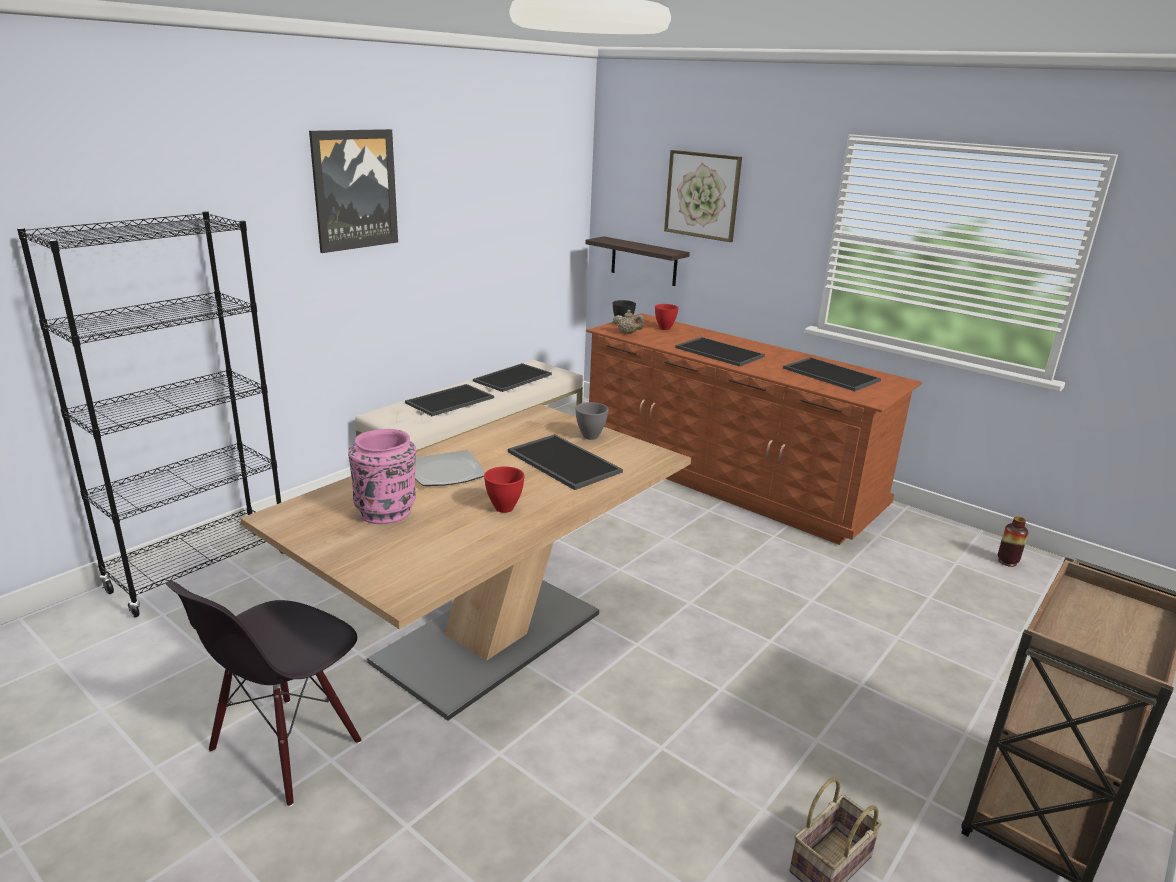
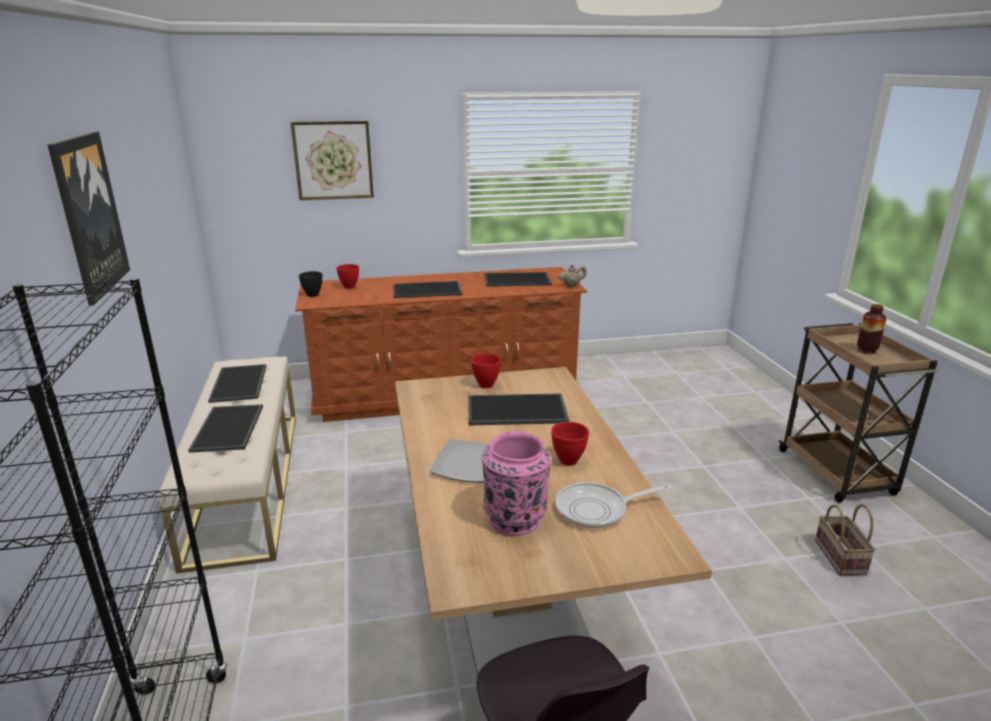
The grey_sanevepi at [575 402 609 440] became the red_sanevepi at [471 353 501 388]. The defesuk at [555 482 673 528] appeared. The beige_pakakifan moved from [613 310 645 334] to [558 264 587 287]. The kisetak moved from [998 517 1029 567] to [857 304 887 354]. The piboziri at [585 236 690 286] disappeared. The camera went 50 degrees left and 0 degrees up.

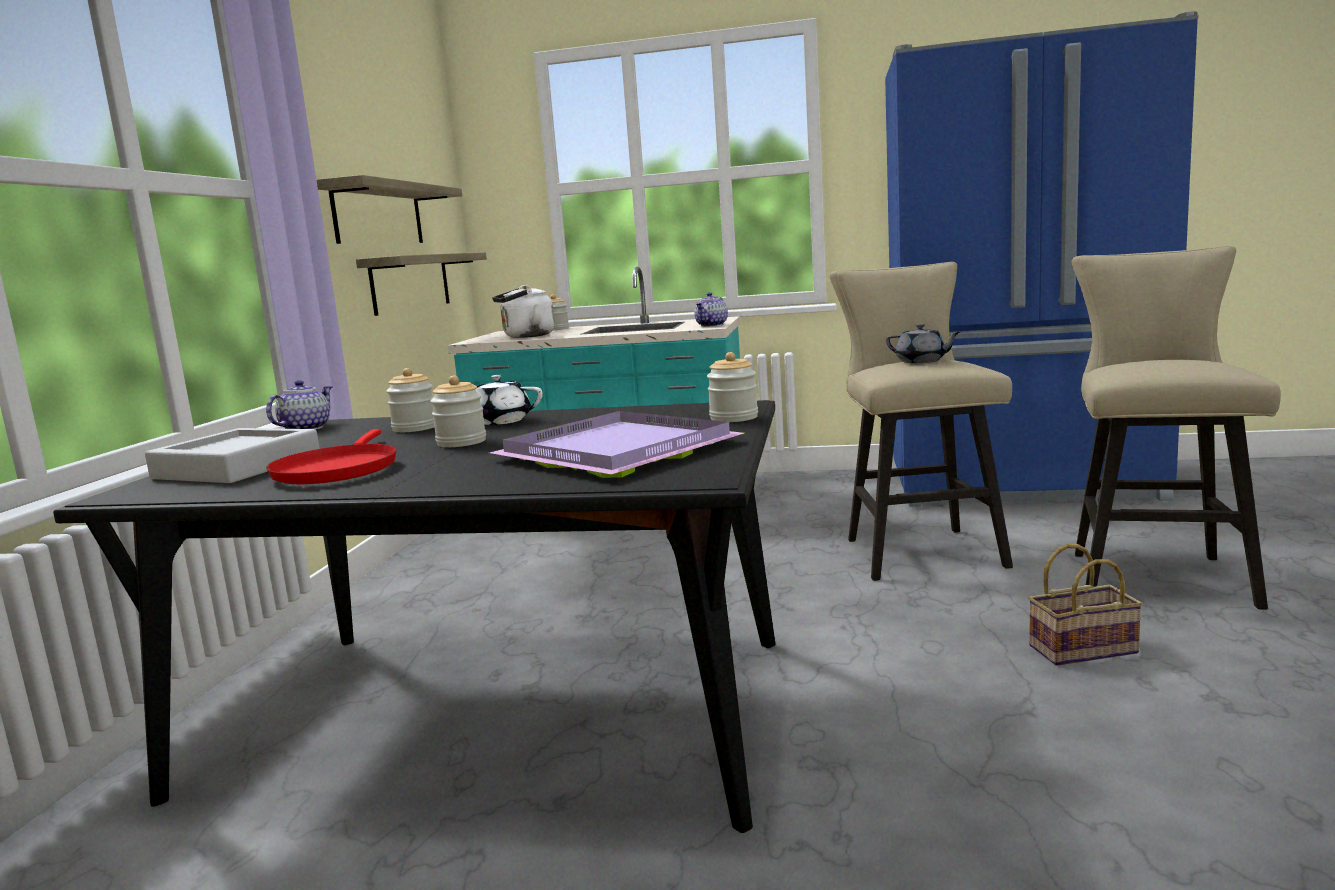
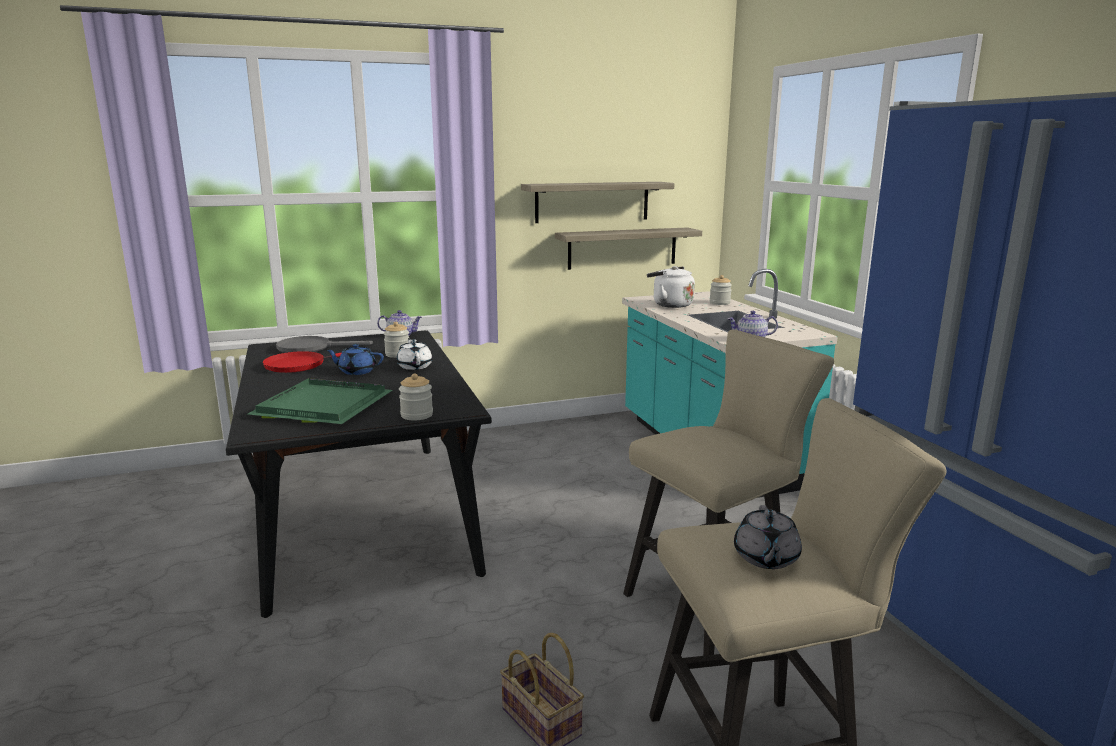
The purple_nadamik at [490 411 744 478] became the green_nadamik at [248 378 392 424]. The grey_nadamik at [145 428 320 483] was replaced by the grey_defesuk at [276 336 373 353]. The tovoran at [430 376 486 447] was replaced by the blue_pakakifan at [326 344 384 375]. The grey_pakakifan moved from [886 324 960 363] to [734 505 802 569]. The camera went 60 degrees right and 5 degrees up.

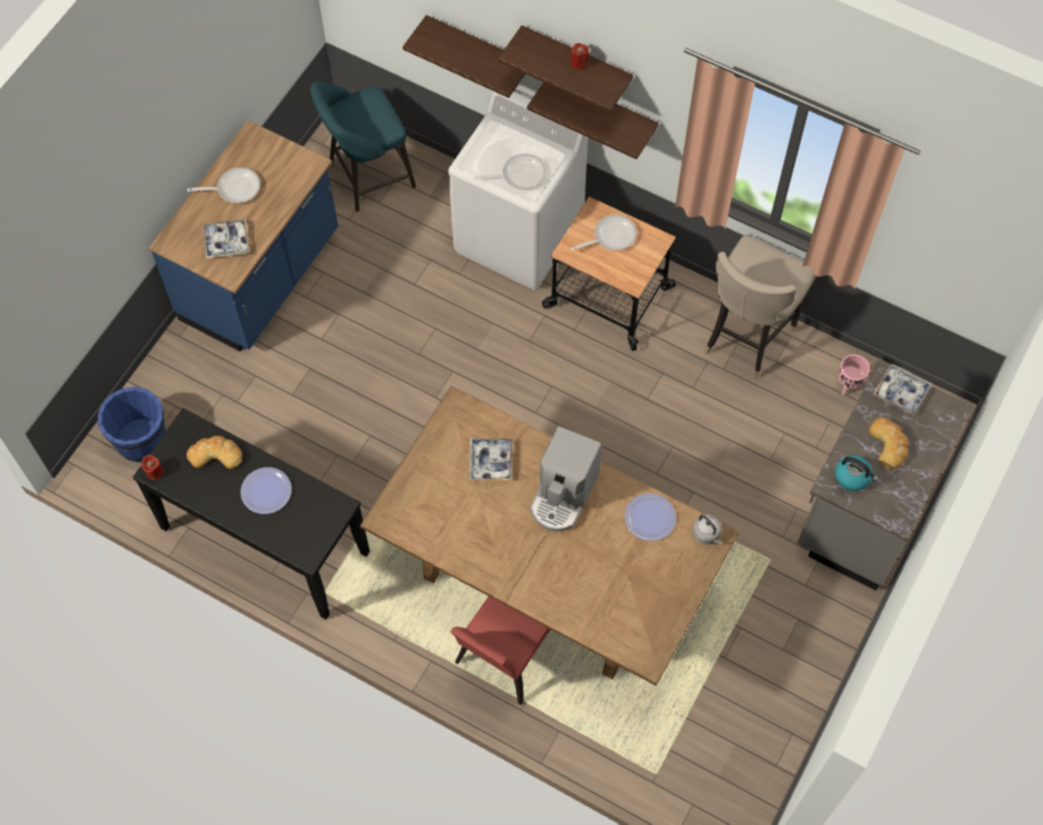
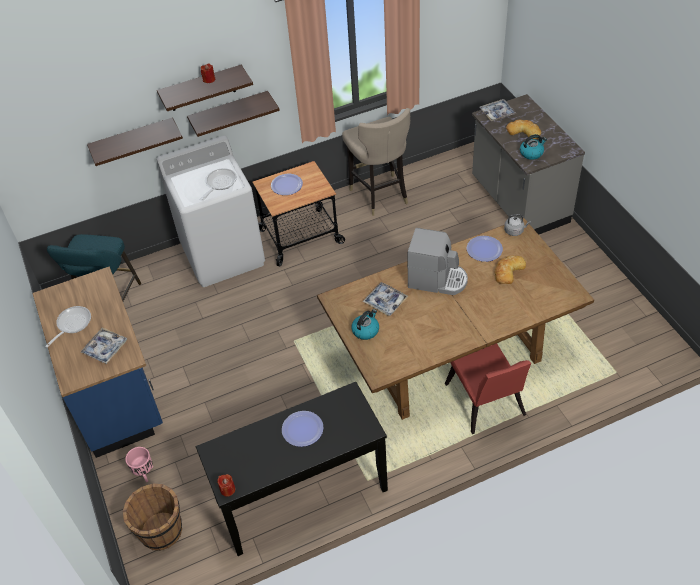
The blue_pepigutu at [98 387 166 462] became the brown_pepigutu at [123 484 182 551]. The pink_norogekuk moved from [838 355 870 395] to [125 447 153 482]. The defesuk at [571 215 637 251] was replaced by the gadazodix at [271 174 303 195]. The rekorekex at [351 309 379 340] appeared. The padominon at [530 426 602 532] turned 45 degrees counterclockwise. The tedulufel moved from [186 436 242 469] to [495 256 526 284]. The camera went 50 degrees left and 15 degrees down.

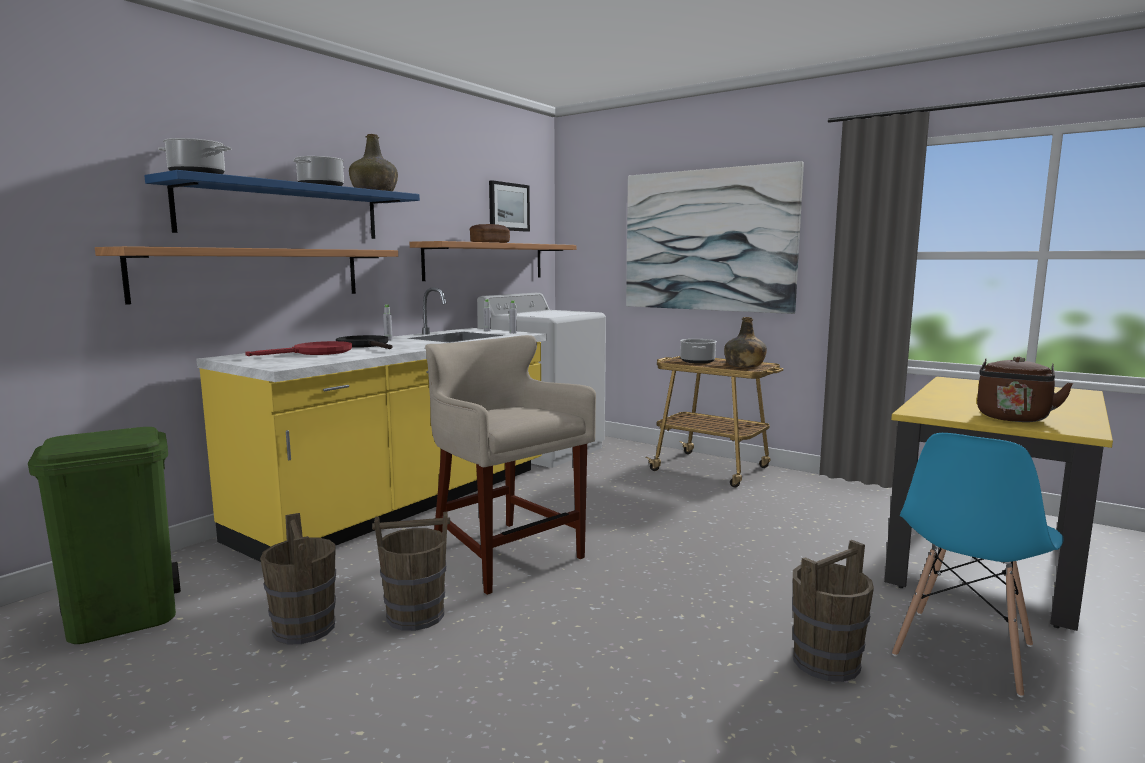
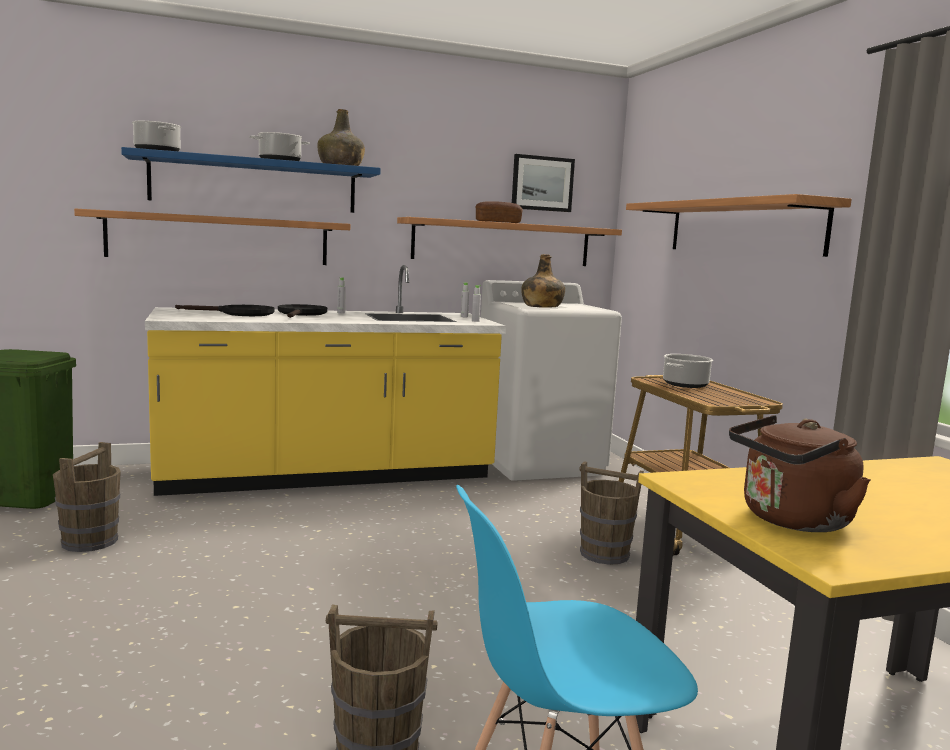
The red_defesuk at [245 341 352 356] became the black_defesuk at [175 305 274 316]. The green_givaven moved from [724 317 767 367] to [521 254 565 308]. The brown_pepigutu moved from [372 512 450 631] to [579 461 644 565]. The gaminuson at [626 161 804 314] was replaced by the piboziri at [626 194 852 257]. The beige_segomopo at [425 335 596 595] disappeared. The camera went 35 degrees right and 0 degrees up.

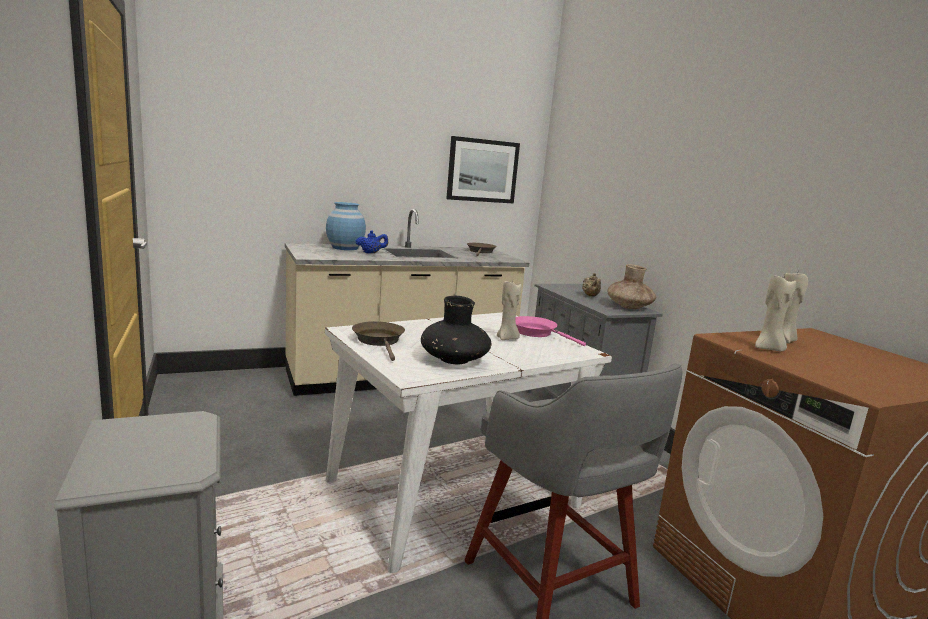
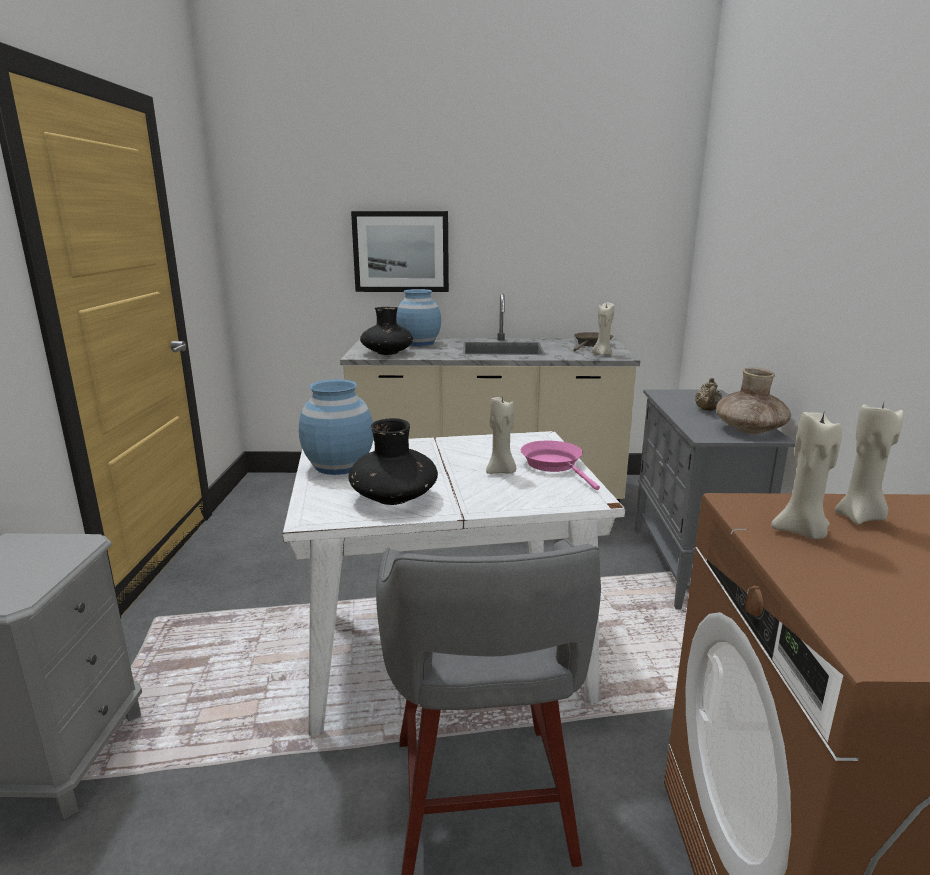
The brown_defesuk at [352 321 405 361] was replaced by the blue_kisetak at [299 379 374 475]. The gaminuson moved from [446 136 520 204] to [351 211 449 292]. The black_kisetak at [360 307 413 355] appeared. The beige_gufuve at [592 302 614 355] appeared. The blue_pakakifan at [356 230 388 254] disappeared. The camera went 25 degrees right and 5 degrees up.

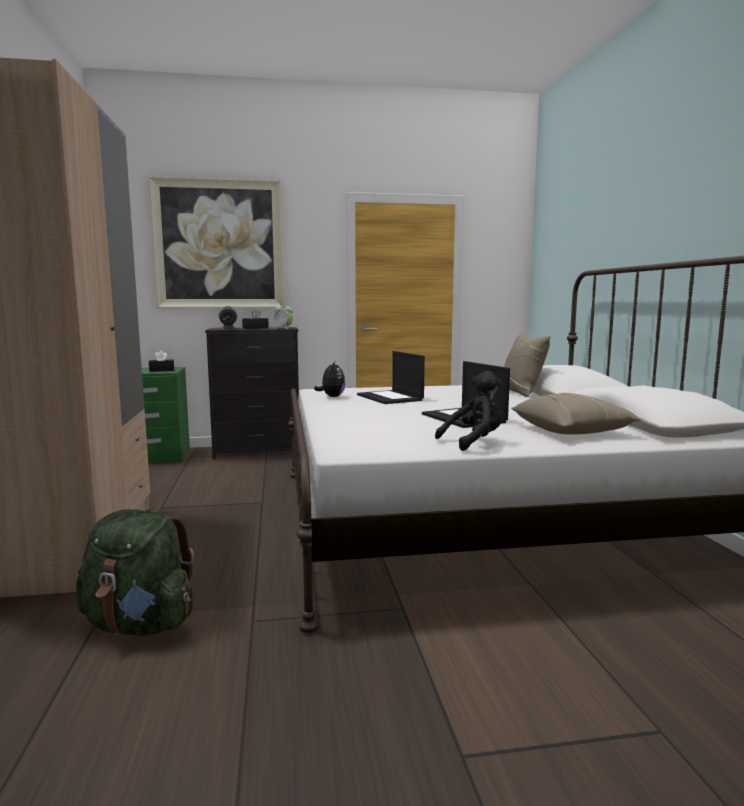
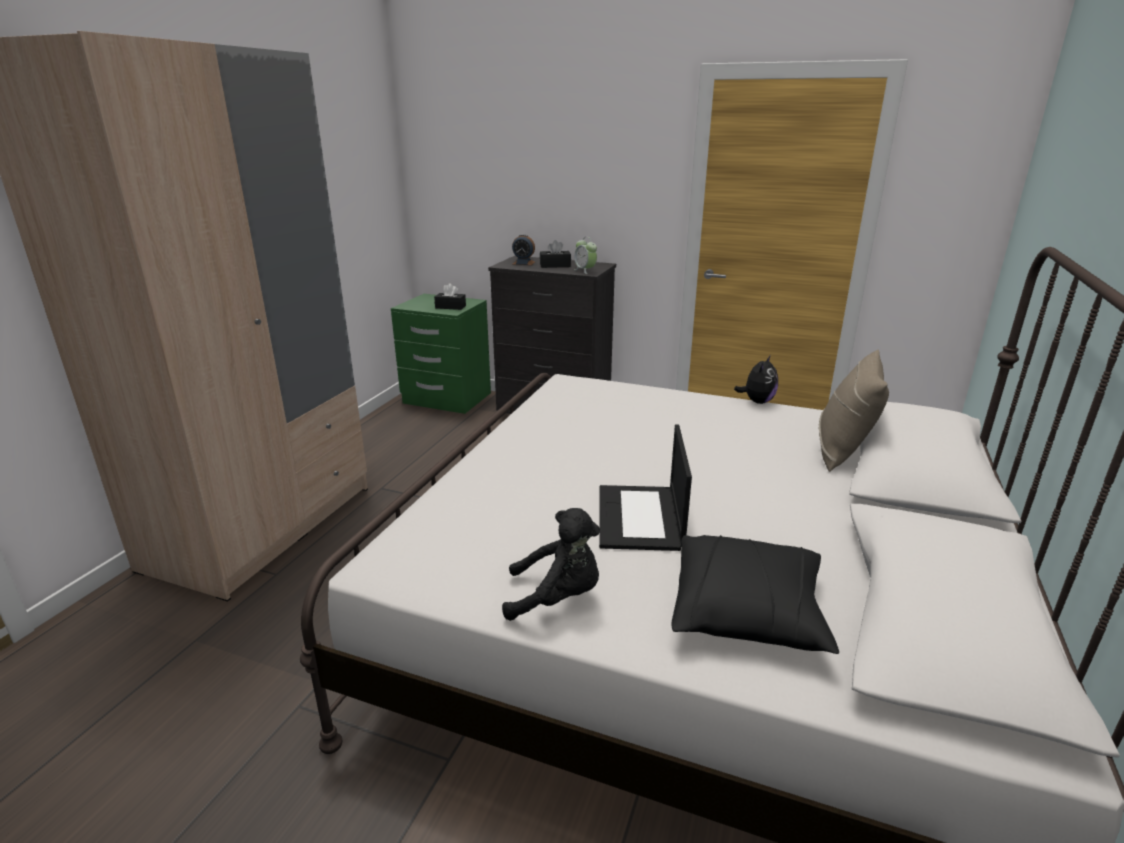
The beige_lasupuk at [511 393 641 434] became the black_lasupuk at [672 535 839 654]. The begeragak moved from [314 362 345 397] to [734 355 778 404]. The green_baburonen at [76 509 194 636] disappeared. The gaminuson at [148 176 284 308] disappeared. The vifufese at [357 351 425 404] disappeared. The camera went 30 degrees right and 15 degrees up.

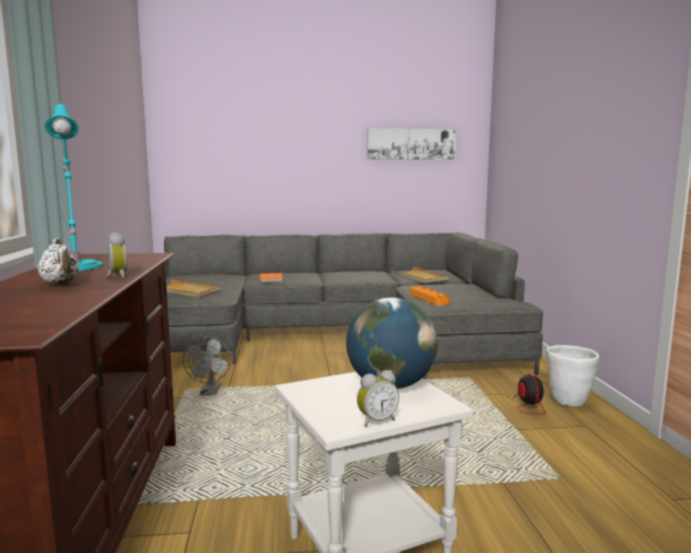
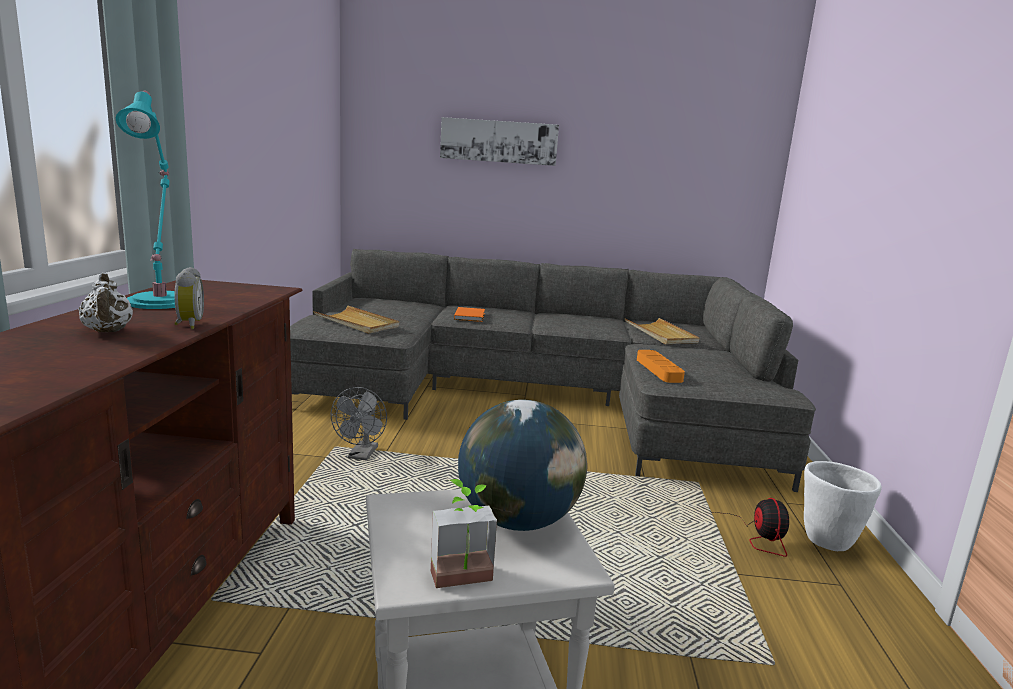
The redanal at [357 370 399 427] was replaced by the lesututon at [431 479 497 588]. The gaminuson moved from [367 129 456 160] to [440 117 559 166]. The camera went 10 degrees right and 5 degrees up.

